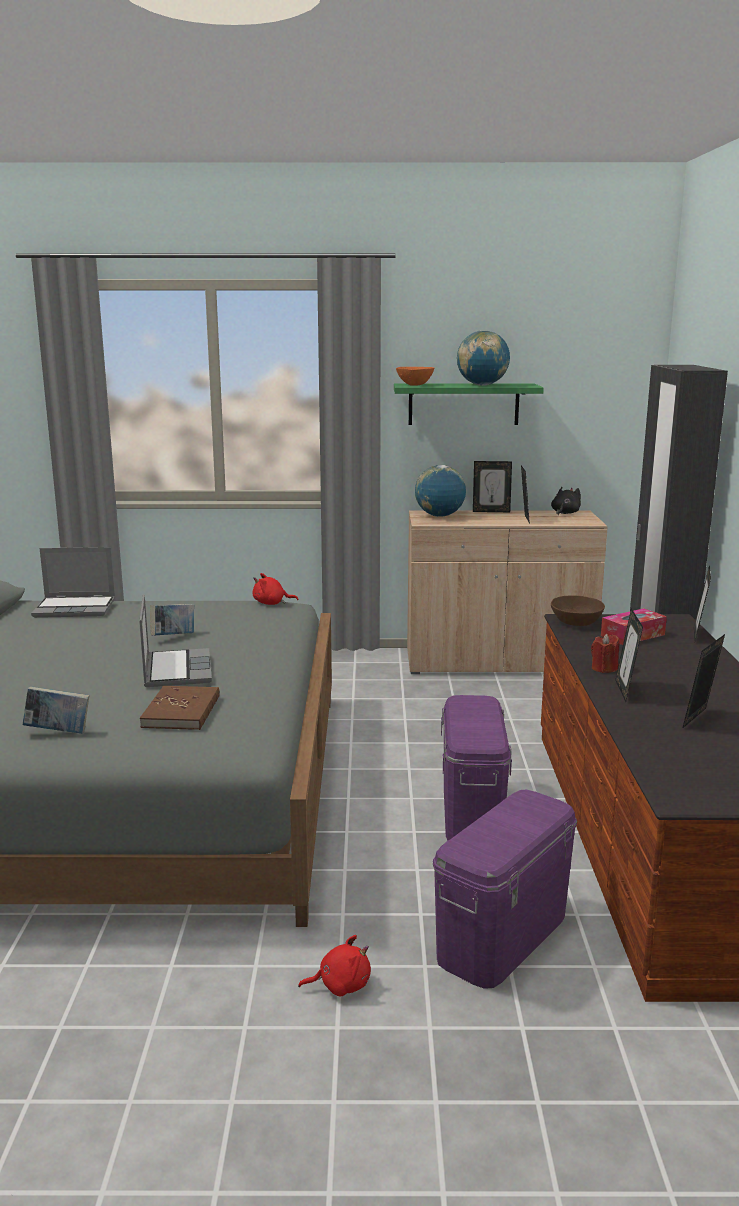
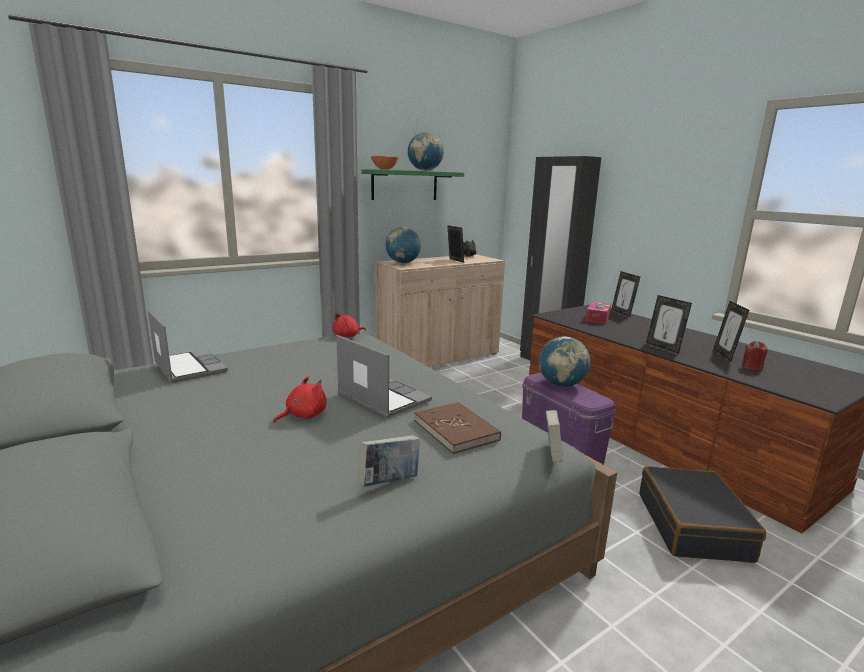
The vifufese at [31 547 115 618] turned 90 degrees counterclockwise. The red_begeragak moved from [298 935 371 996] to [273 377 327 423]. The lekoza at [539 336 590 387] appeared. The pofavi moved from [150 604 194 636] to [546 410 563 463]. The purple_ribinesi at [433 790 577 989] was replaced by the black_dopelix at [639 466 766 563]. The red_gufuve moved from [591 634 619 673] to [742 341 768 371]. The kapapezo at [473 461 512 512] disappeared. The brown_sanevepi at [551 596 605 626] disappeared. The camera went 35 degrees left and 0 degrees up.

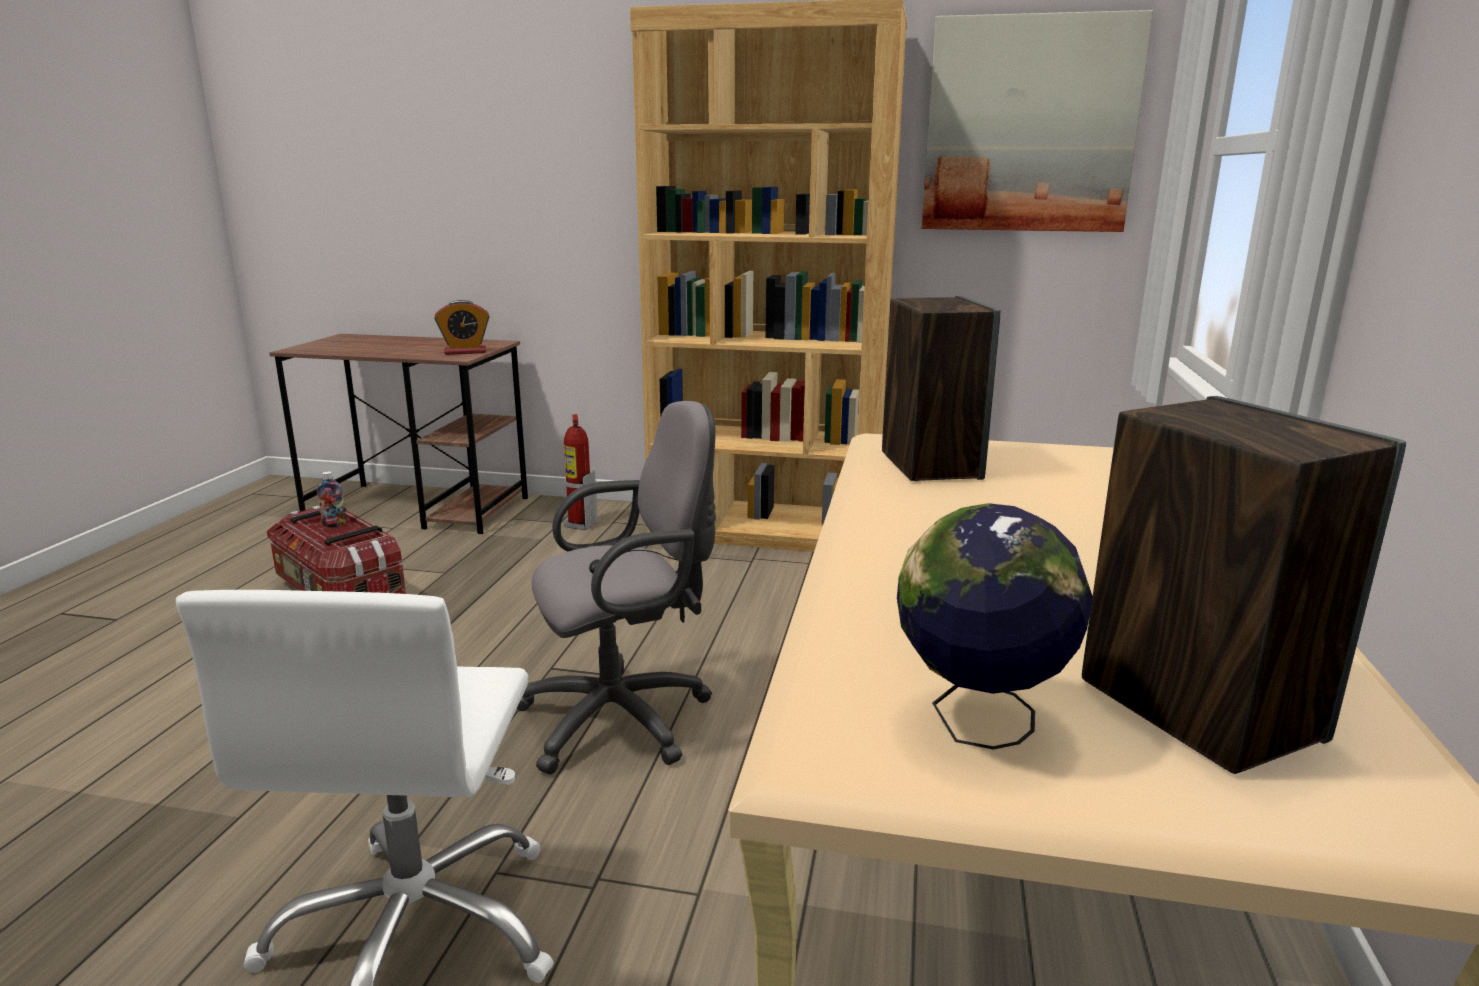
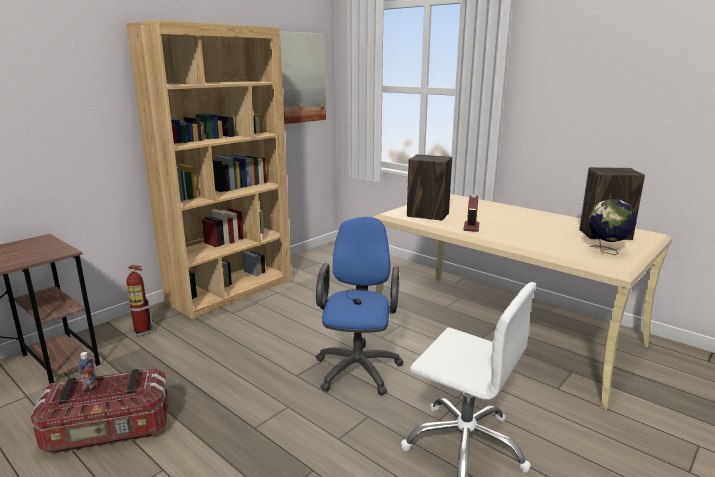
The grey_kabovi at [517 401 716 774] became the blue_kabovi at [316 217 404 396]. The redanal moved from [434 300 490 355] to [463 194 479 232]. The camera went 60 degrees left and 0 degrees up.

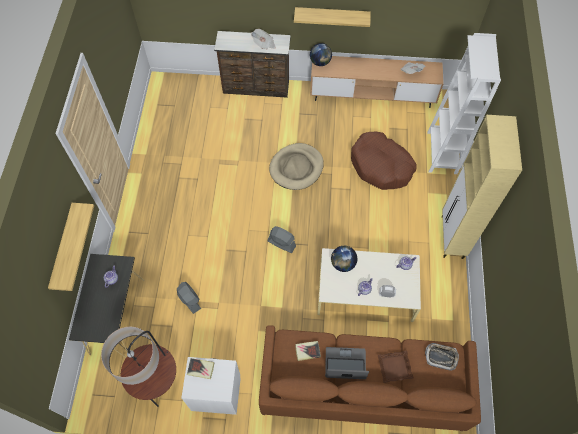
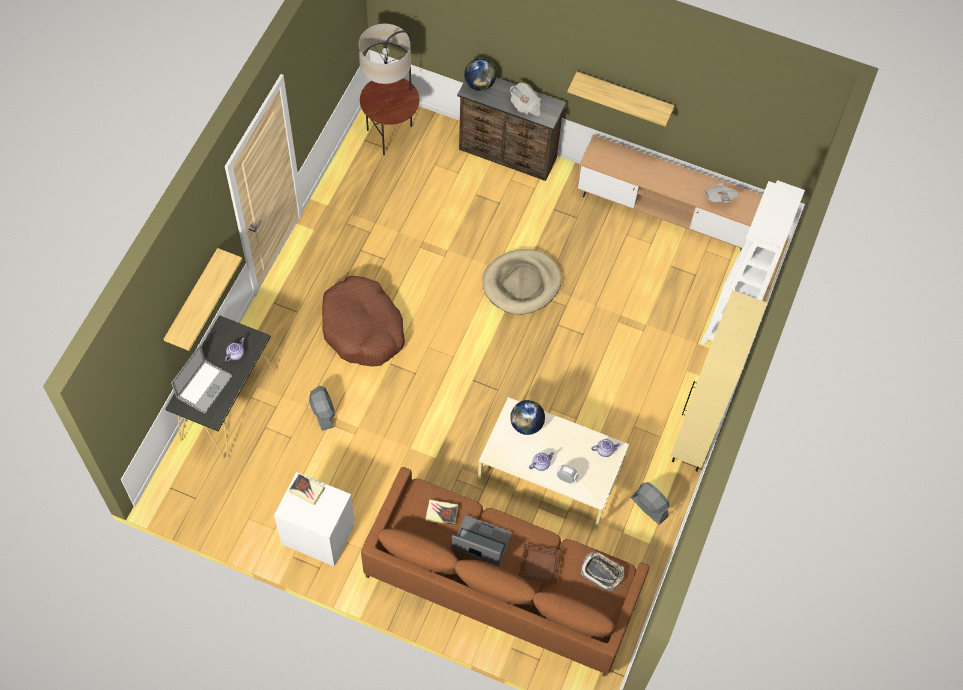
The vifufese at [171 345 233 414] appeared. The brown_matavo moved from [351 132 417 190] to [322 276 405 367]. The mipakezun moved from [101 327 176 407] to [359 24 419 155]. The lekoza moved from [310 43 332 66] to [464 59 496 91]. The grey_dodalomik moved from [268 226 296 253] to [631 482 670 525]. The camera went 15 degrees right and 0 degrees up.

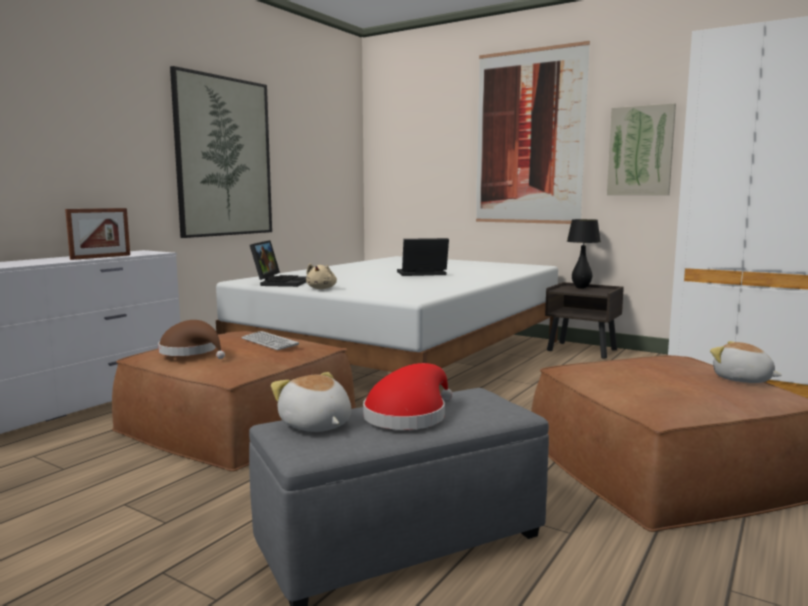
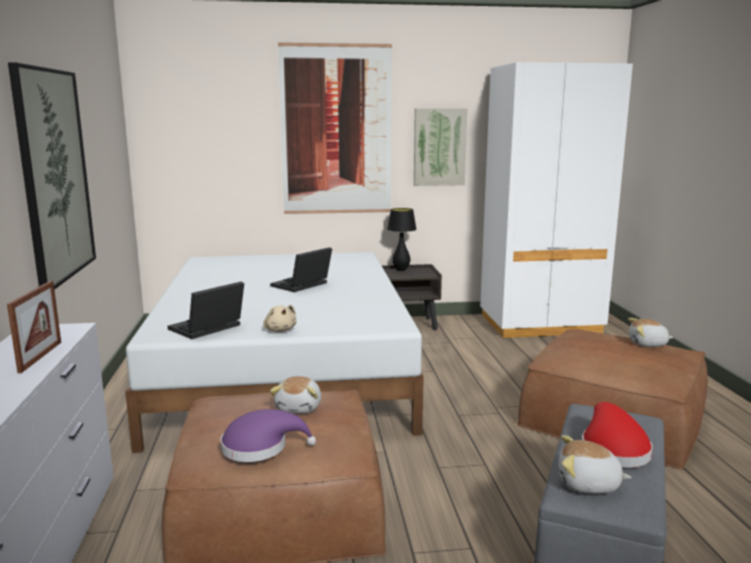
The vifufese at [250 240 306 287] turned 105 degrees counterclockwise. The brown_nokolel at [158 320 225 359] became the purple_nokolel at [220 409 316 462]. The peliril at [241 331 299 350] was replaced by the begeragak at [270 376 321 413]. The camera went 40 degrees left and 5 degrees up.

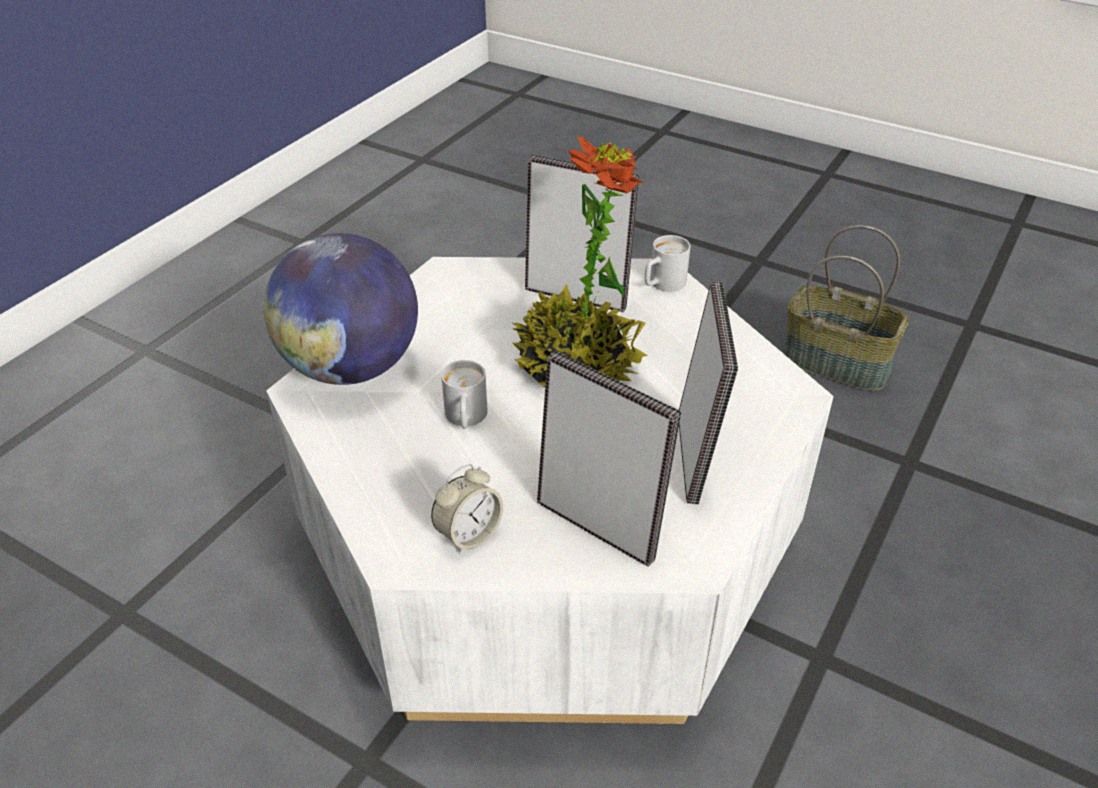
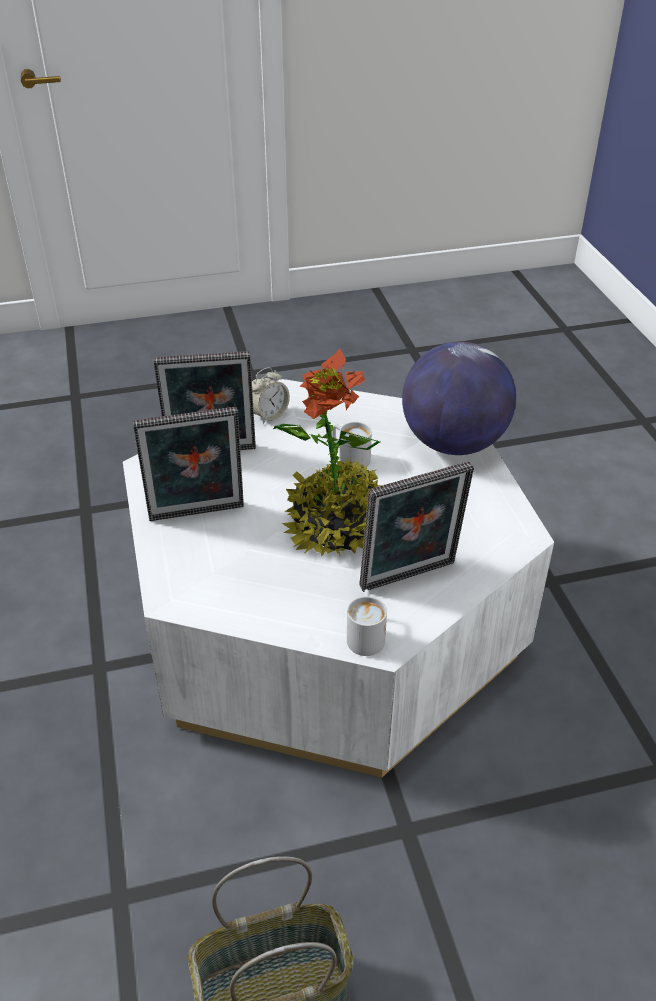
The kapapezo at [679 281 738 504] turned 60 degrees counterclockwise. The redanal at [431 464 503 554] turned 135 degrees counterclockwise. The camera went 135 degrees right and 0 degrees up.

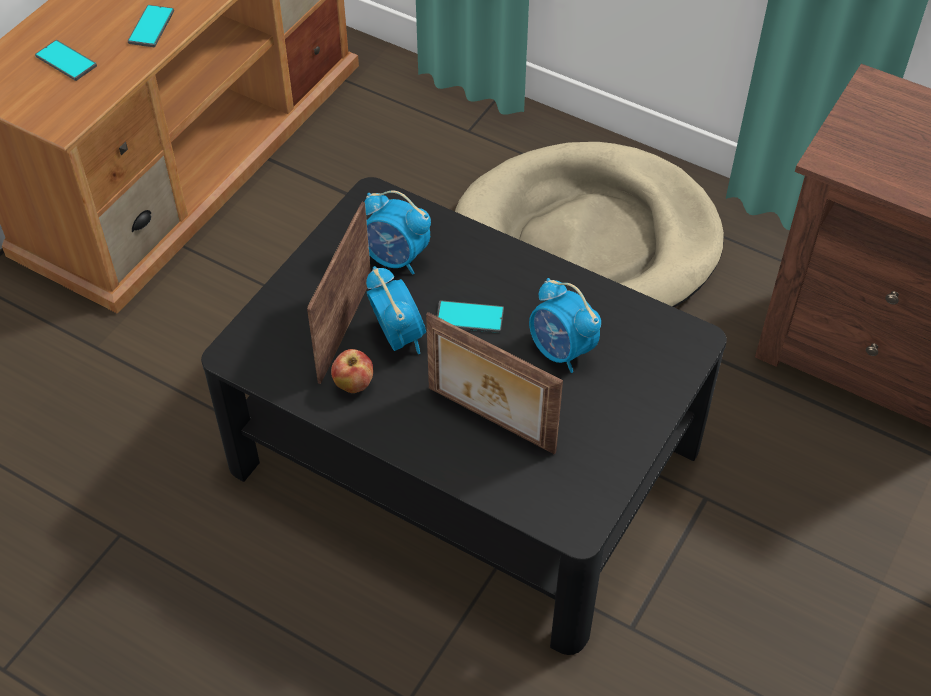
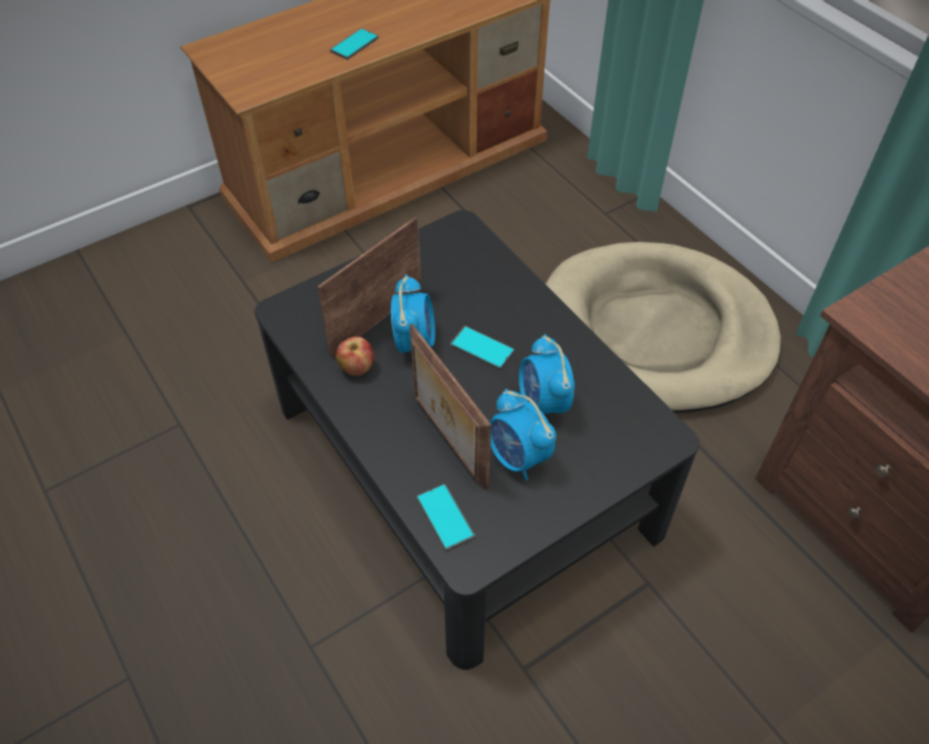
The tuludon moved from [35 40 97 81] to [417 484 475 551]. The redanal moved from [364 190 431 274] to [489 389 556 481]. The camera went 25 degrees right and 0 degrees up.

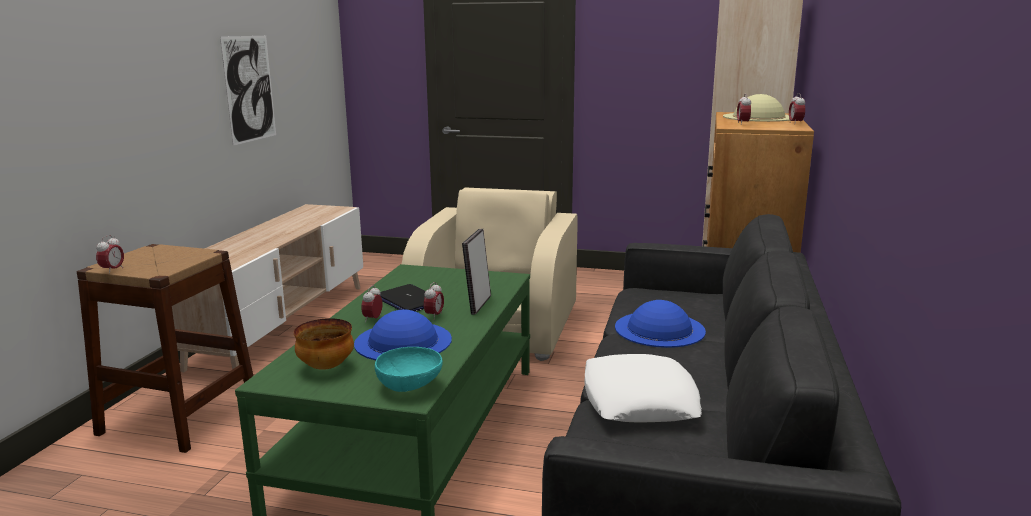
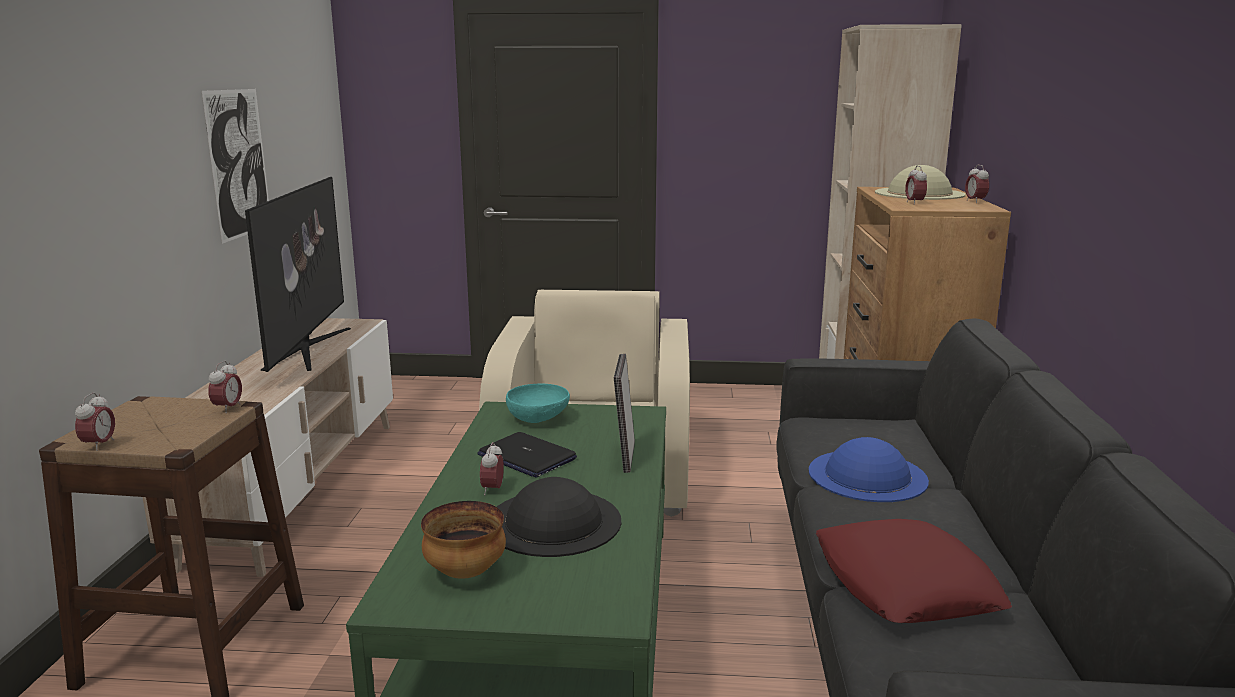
The redanal moved from [424 282 444 320] to [208 361 242 413]. The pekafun at [245 177 351 372] appeared. The blue_nokolel at [354 310 452 360] became the black_nokolel at [497 477 621 557]. The turquoise_sanevepi moved from [375 347 443 392] to [506 384 570 423]. The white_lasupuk at [585 354 702 423] became the red_lasupuk at [816 519 1012 623]. The camera went 10 degrees left and 0 degrees up.

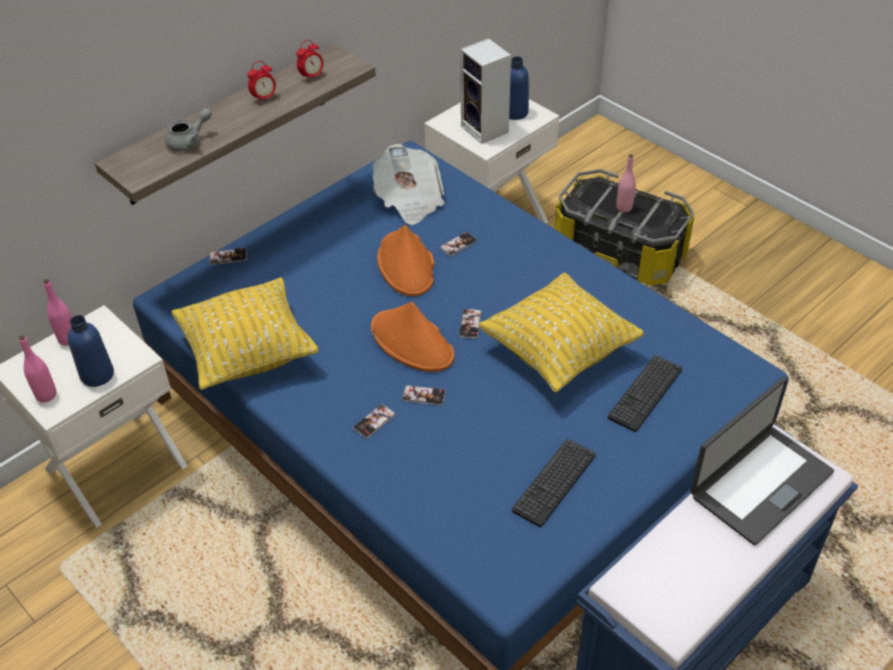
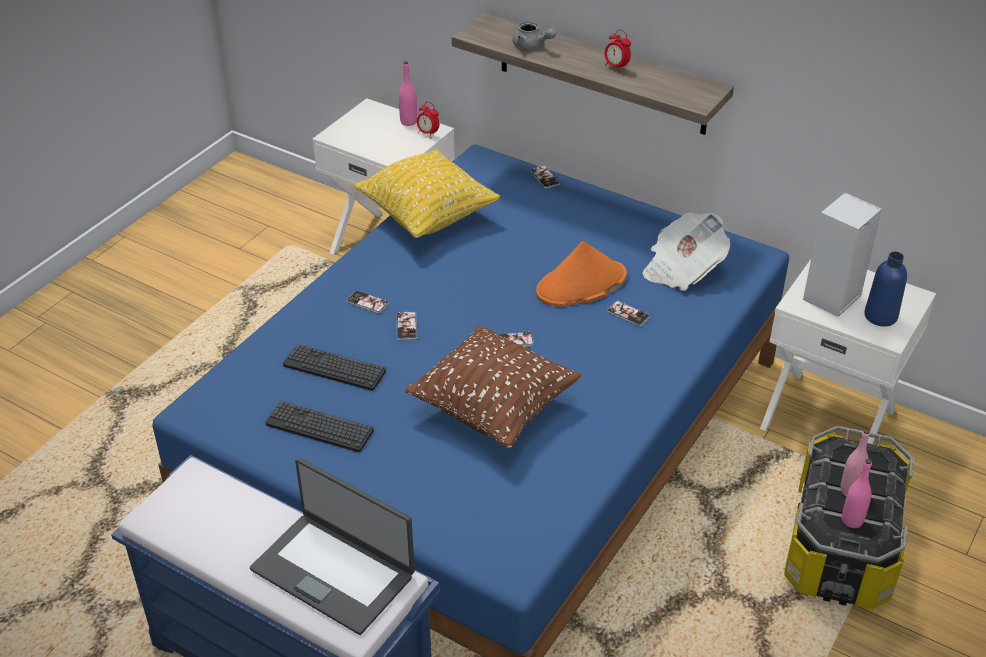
The peliril moved from [608 355 682 432] to [283 344 386 391]. The yellow_lasupuk at [479 272 644 392] became the brown_lasupuk at [405 325 581 448]. The redanal moved from [296 40 324 82] to [417 102 439 137]. The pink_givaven moved from [19 335 56 402] to [842 459 872 528]. The blue_givaven at [68 315 114 387] disappeared. The orange_nokolel at [371 302 454 372] disappeared. The camera went 75 degrees right and 5 degrees down.

